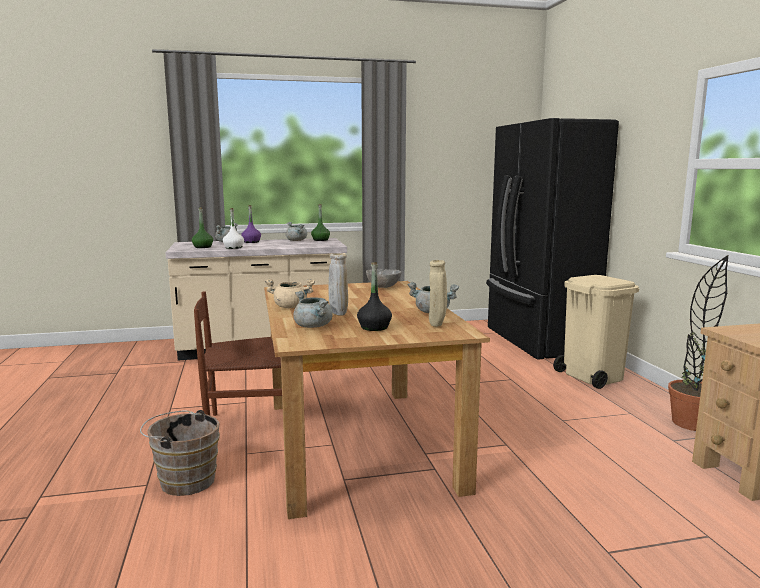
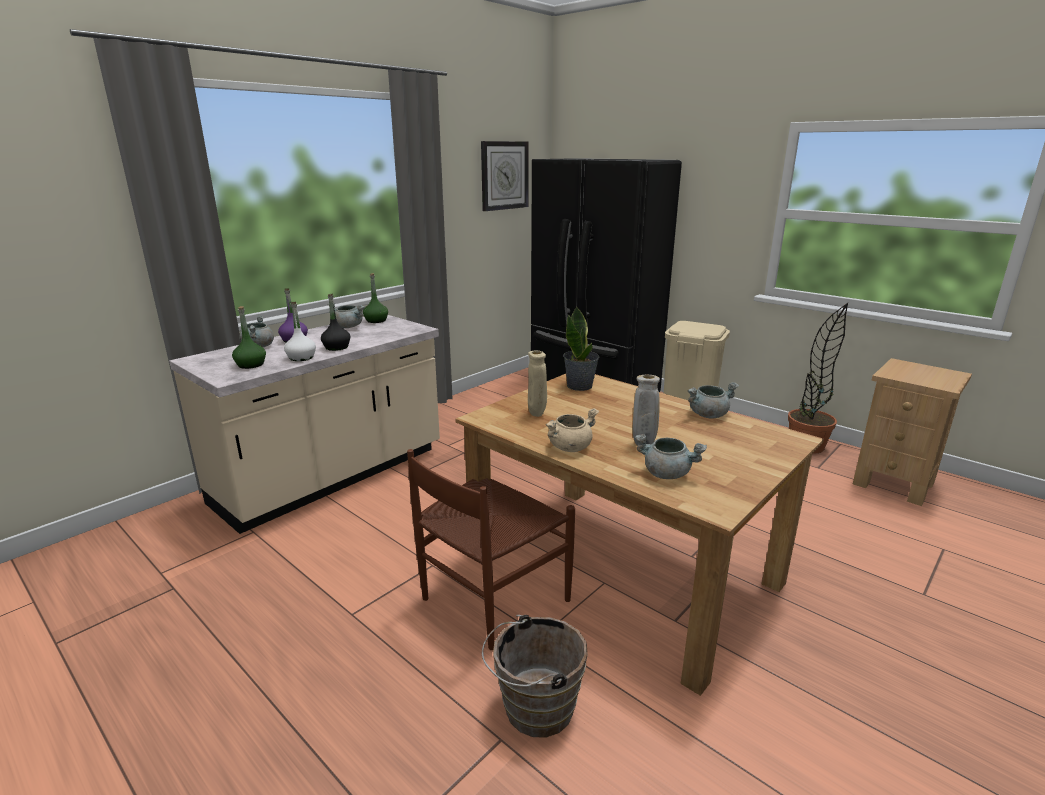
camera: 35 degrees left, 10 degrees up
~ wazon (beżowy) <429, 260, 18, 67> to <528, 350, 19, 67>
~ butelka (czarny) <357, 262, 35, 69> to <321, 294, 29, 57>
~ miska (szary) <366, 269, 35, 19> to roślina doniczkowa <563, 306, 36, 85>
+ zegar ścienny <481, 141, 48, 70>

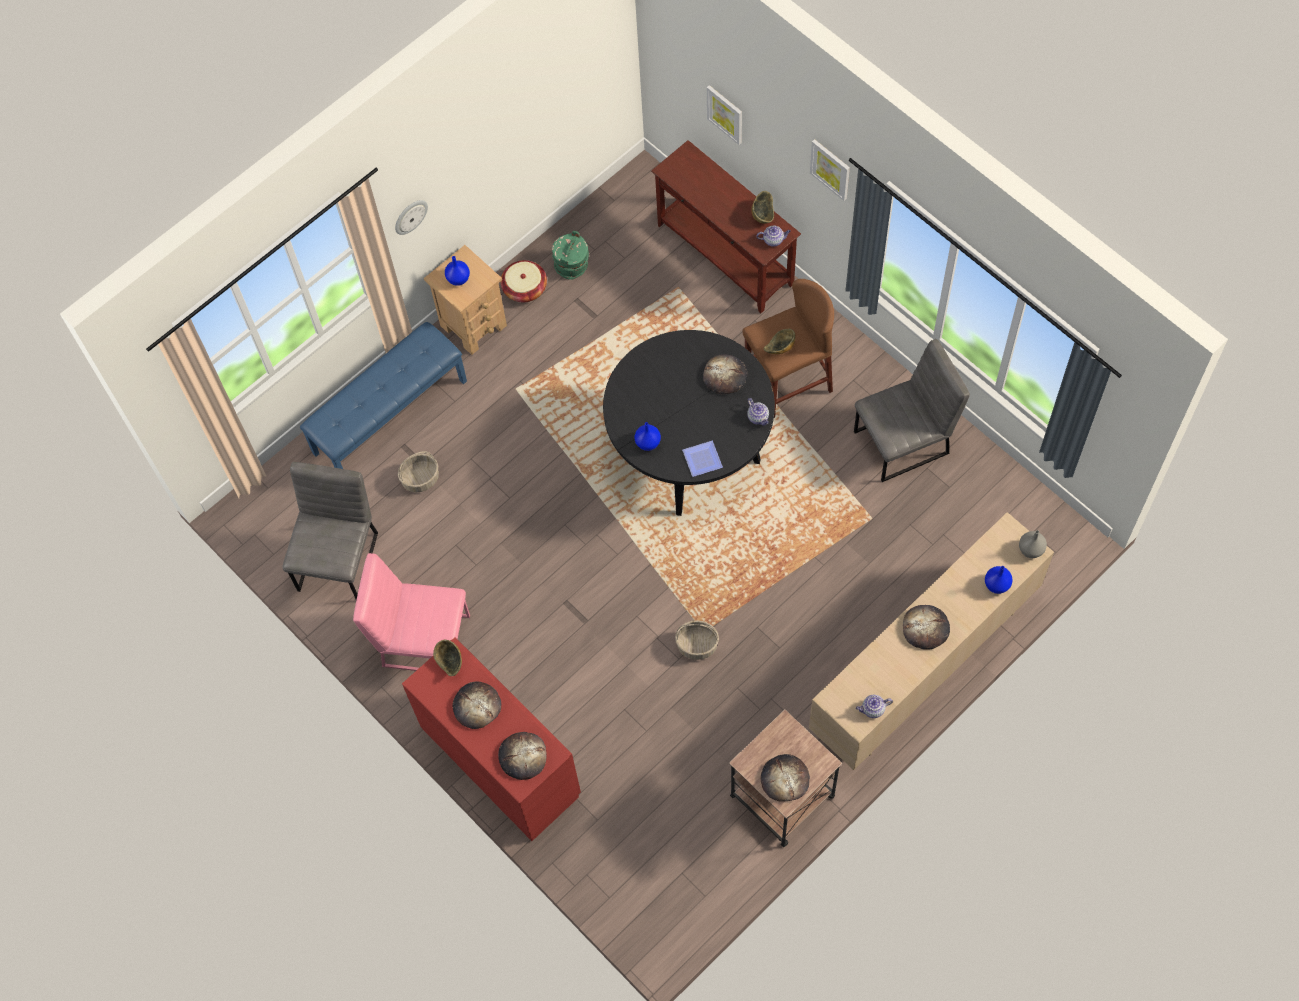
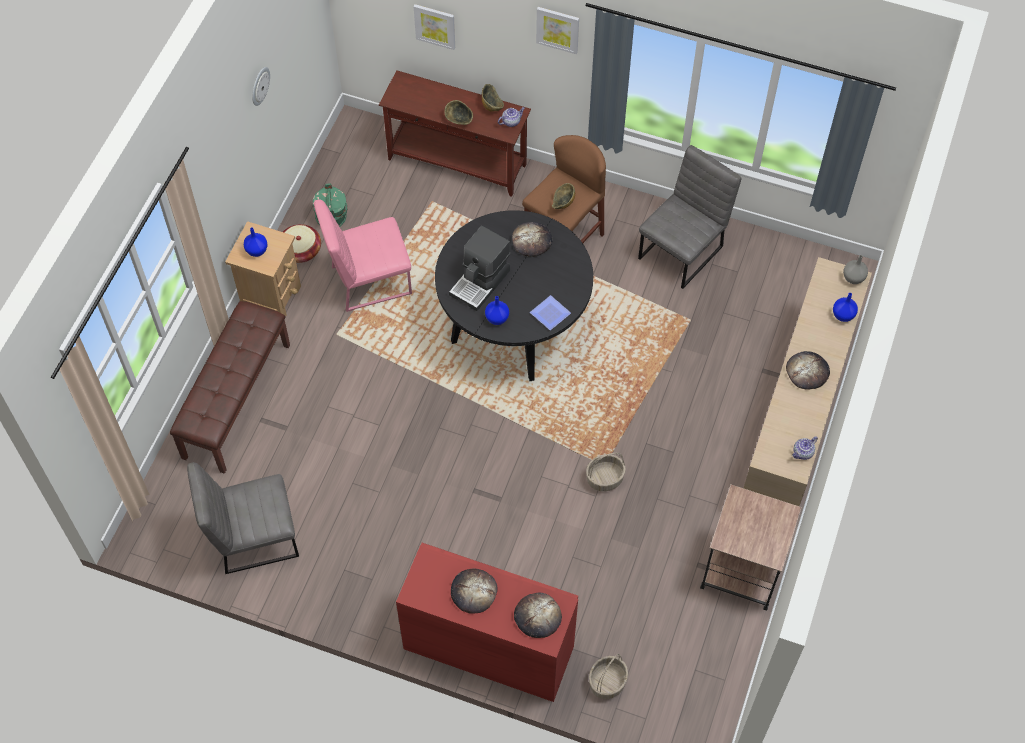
camera: 30 degrees left, 5 degrees down
~ zegar ścienny <395, 200, 33, 35> to <252, 67, 18, 39>
~ ławka (niebieski) <300, 322, 167, 147> to ławka (brązowy) <170, 301, 120, 173>
- imbryk <747, 398, 22, 28>
~ koszyk <398, 451, 41, 41> to <589, 654, 39, 45>
~ krzesło (szary) <282, 462, 96, 138> = <187, 462, 112, 112> 90 degrees counterclockwise
~ krzesło (różowy) <353, 553, 117, 118> to <314, 199, 98, 113>
~ miska <433, 640, 29, 36> to <445, 100, 28, 25>
- chleb <761, 754, 49, 47>
+ ekspres do kawy <449, 226, 61, 85>

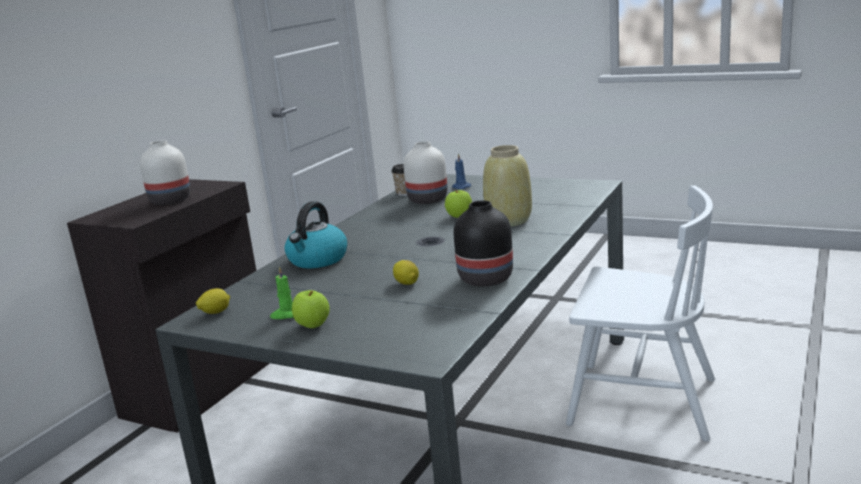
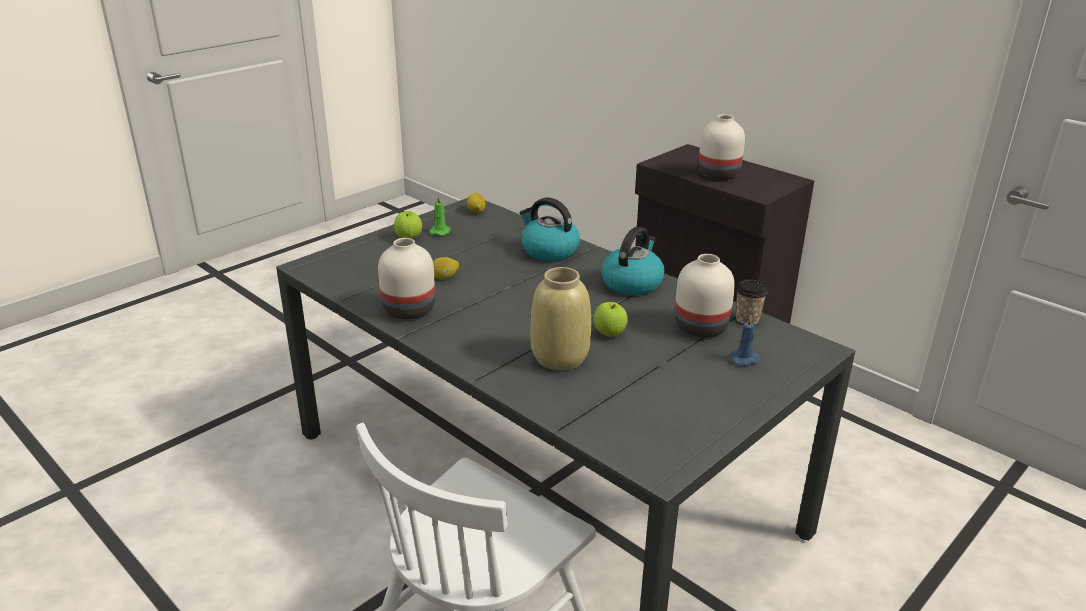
camera: 105 degrees right, 10 degrees up
~ wazon (czarny) <454, 200, 59, 87> to wazon (biały) <378, 238, 57, 82>
+ czajnik <601, 227, 64, 69>

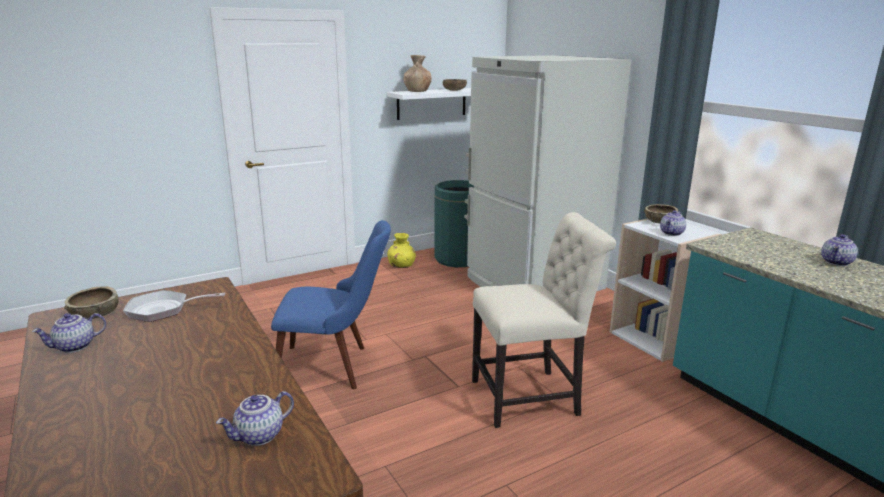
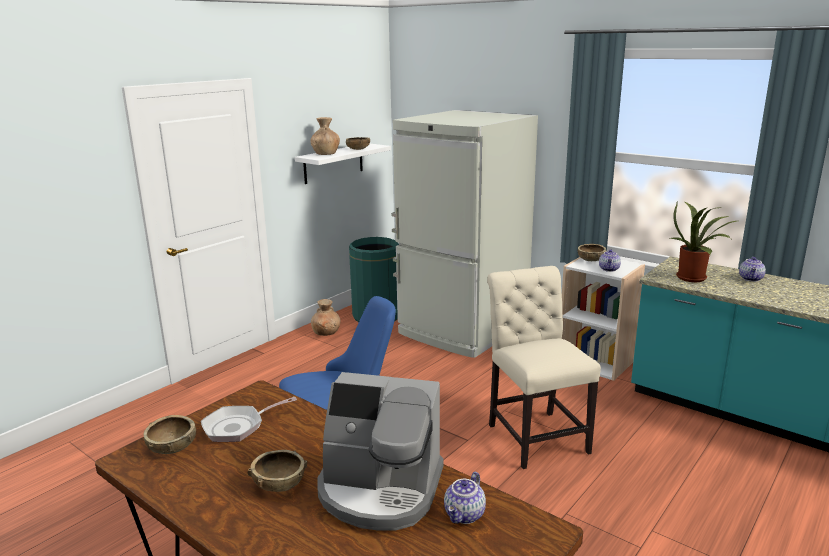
camera: 20 degrees left, 0 degrees up
~ krzesło (beżowy) <472, 212, 144, 216> = <487, 266, 114, 203> 75 degrees counterclockwise
~ wazon (żółty) <387, 233, 29, 35> to wazon (brązowy) <311, 299, 30, 37>
- imbryk <32, 313, 74, 40>
+ roślina doniczkowa <670, 201, 66, 81>
+ ekspres do kawy <317, 372, 127, 159>
+ miska (brązowy) <248, 450, 59, 42>

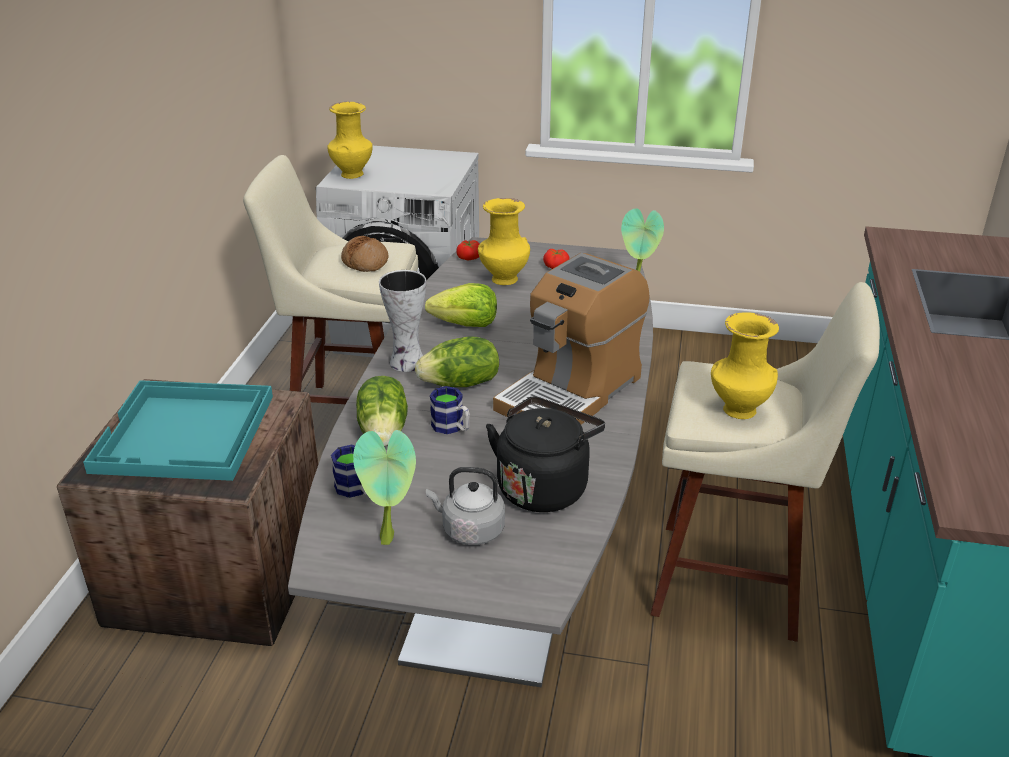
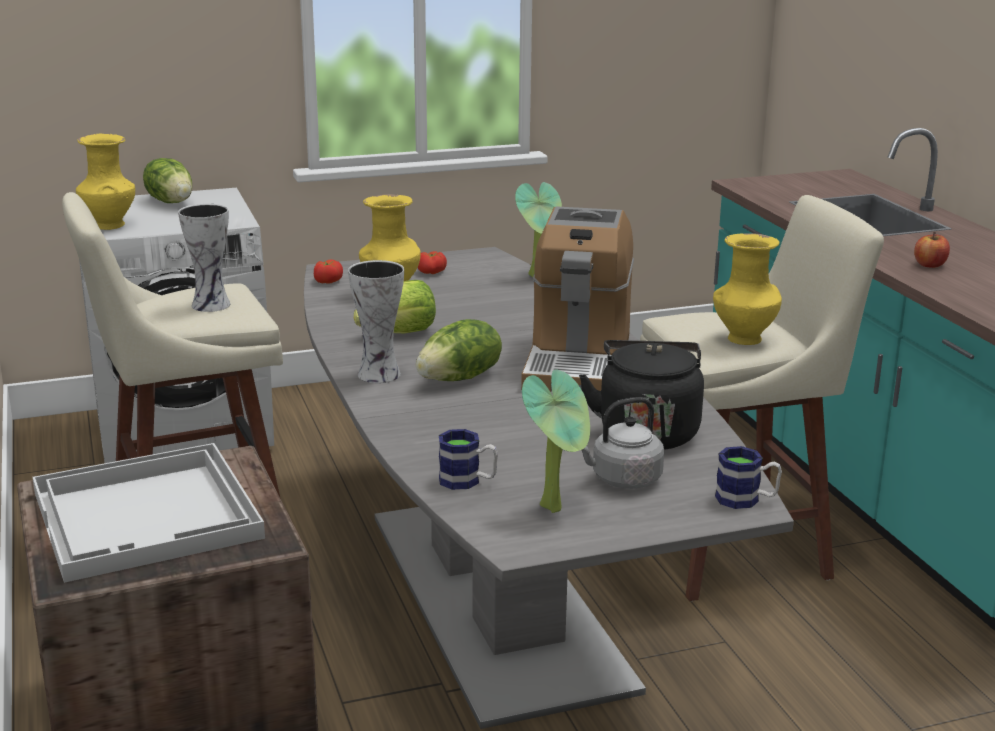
camera: 30 degrees left, 10 degrees down
~ chleb <341, 236, 48, 36> to wazon <178, 204, 52, 108>
~ sałata <356, 376, 52, 70> to <143, 158, 49, 45>
~ taca (turkusowy) <83, 380, 190, 101> to taca (biały) <32, 443, 233, 140>
~ kubek <430, 386, 40, 48> to <715, 446, 67, 63>
+ jabłko <914, 232, 36, 36>

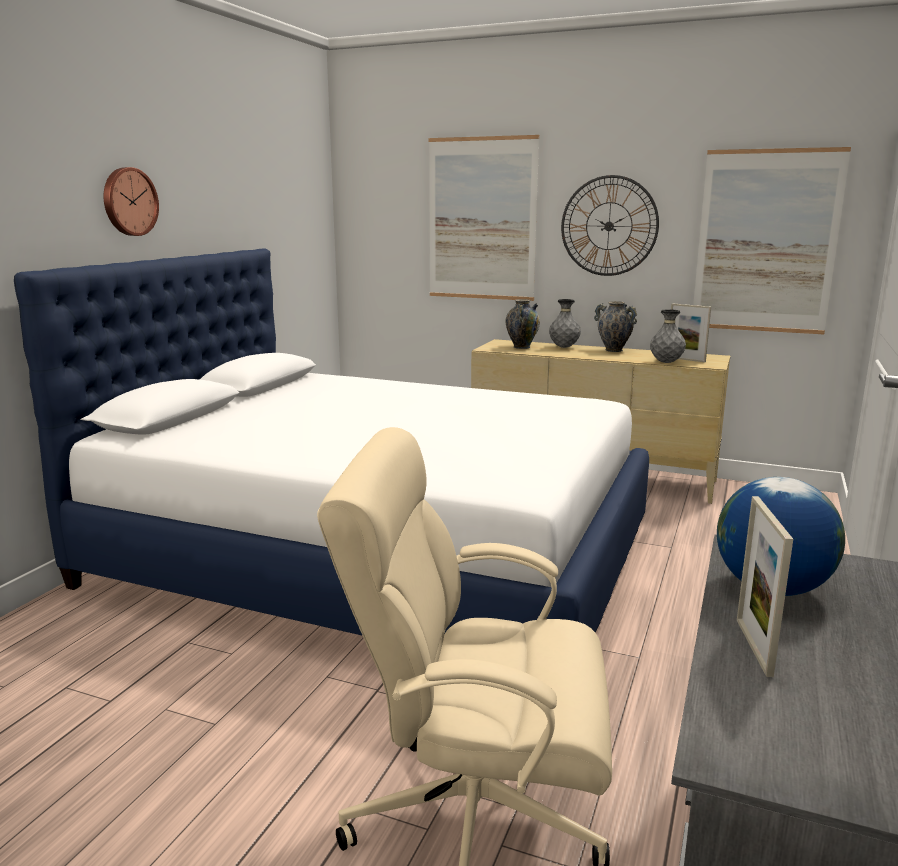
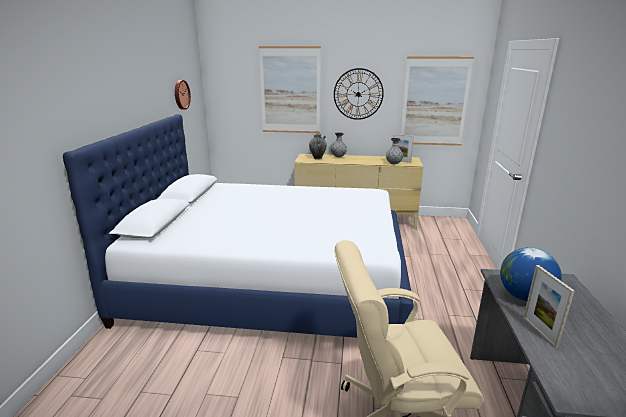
camera: 15 degrees left, 5 degrees up
~ zegar ścienny <104, 167, 55, 69> to <175, 80, 16, 30>
- wazon <594, 301, 43, 51>

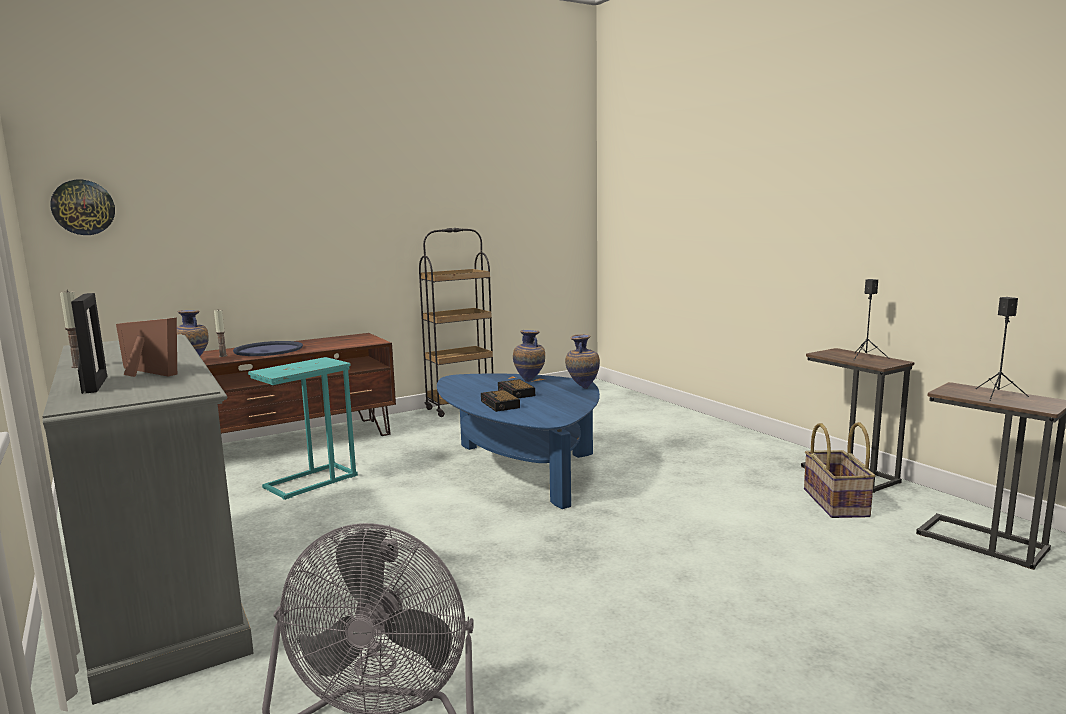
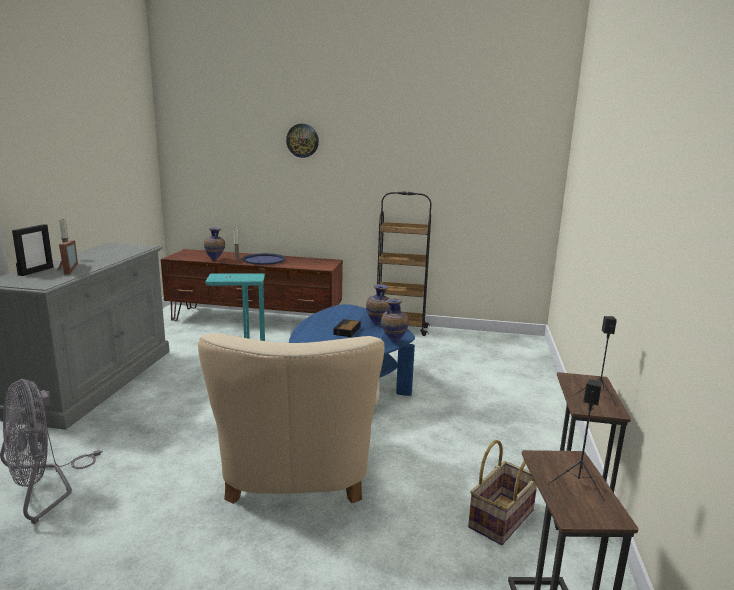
camera: 40 degrees right, 5 degrees up
~ zegar ścienny <50, 180, 65, 55> to <286, 124, 33, 34>
- budzik <481, 390, 39, 22>
+ fotel (beżowy) <198, 333, 187, 171>

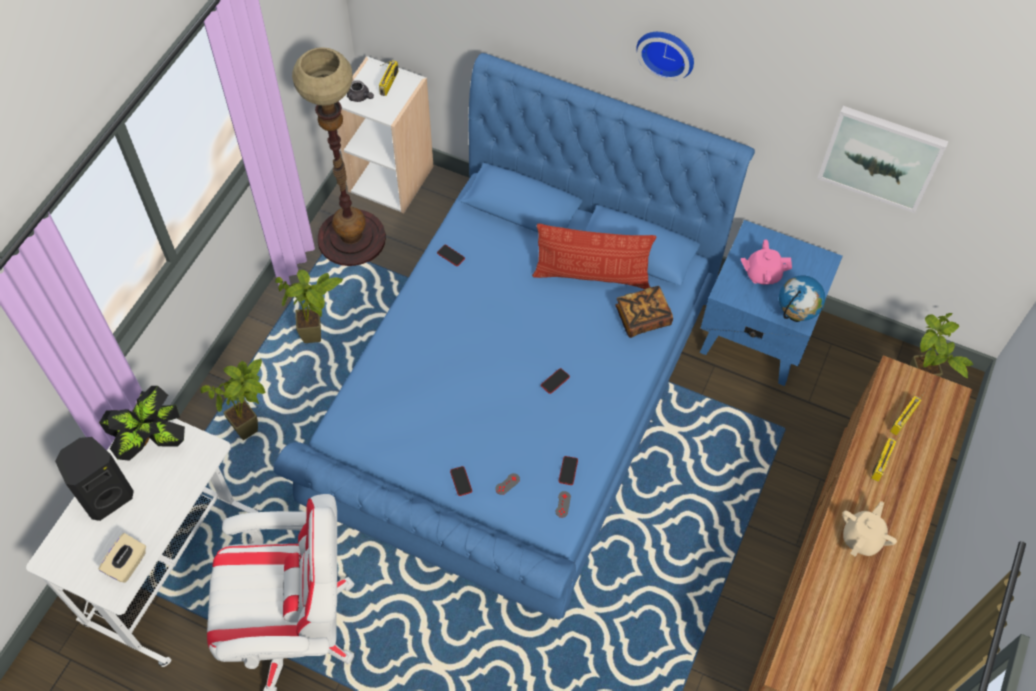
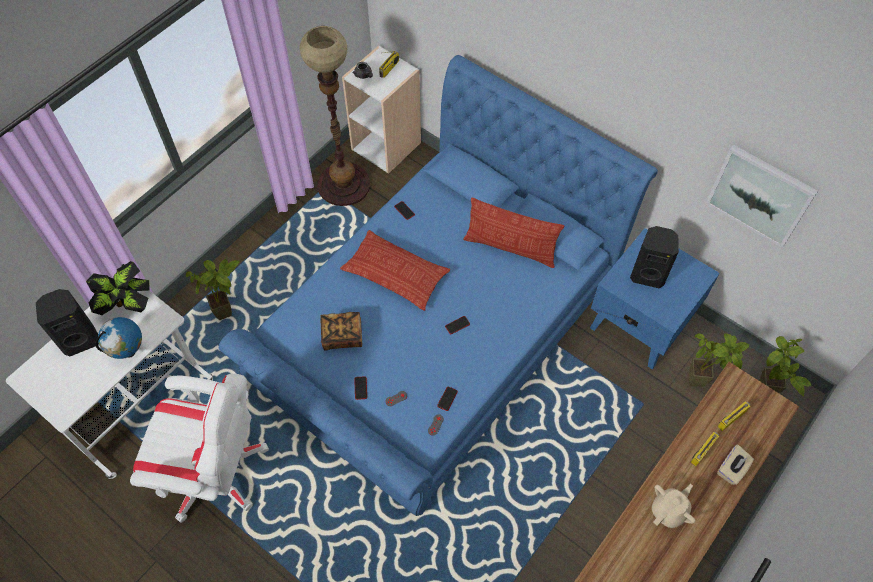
camera: 15 degrees right, 0 degrees up
- zegar ścienny <636, 32, 58, 49>
~ imbryk (różowy) <741, 239, 51, 46> to głośnik (czarny) <630, 226, 49, 62>
~ roślina doniczkowa <275, 270, 68, 73> to <689, 333, 60, 54>
~ globus <779, 276, 46, 46> to <95, 317, 47, 42>
~ książka <615, 286, 58, 52> to <320, 312, 42, 39>
~ pudełko chusteczek (beżowy) <99, 533, 47, 50> to <717, 445, 37, 40>
+ poduszka <340, 230, 110, 81>

